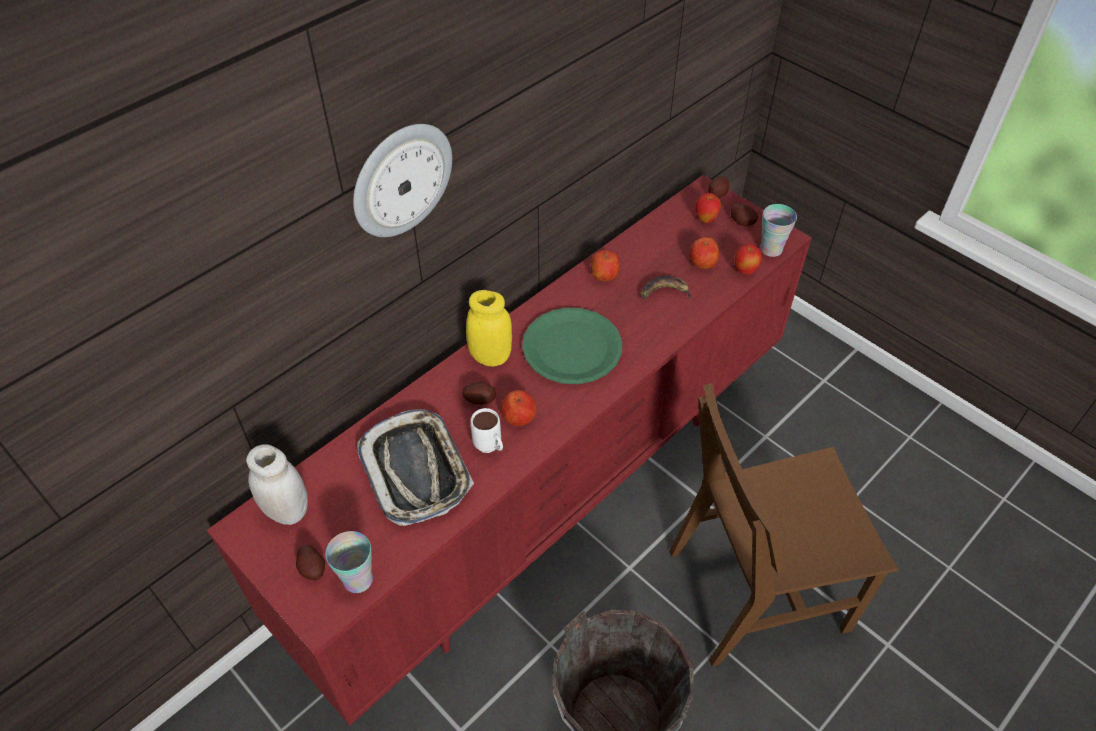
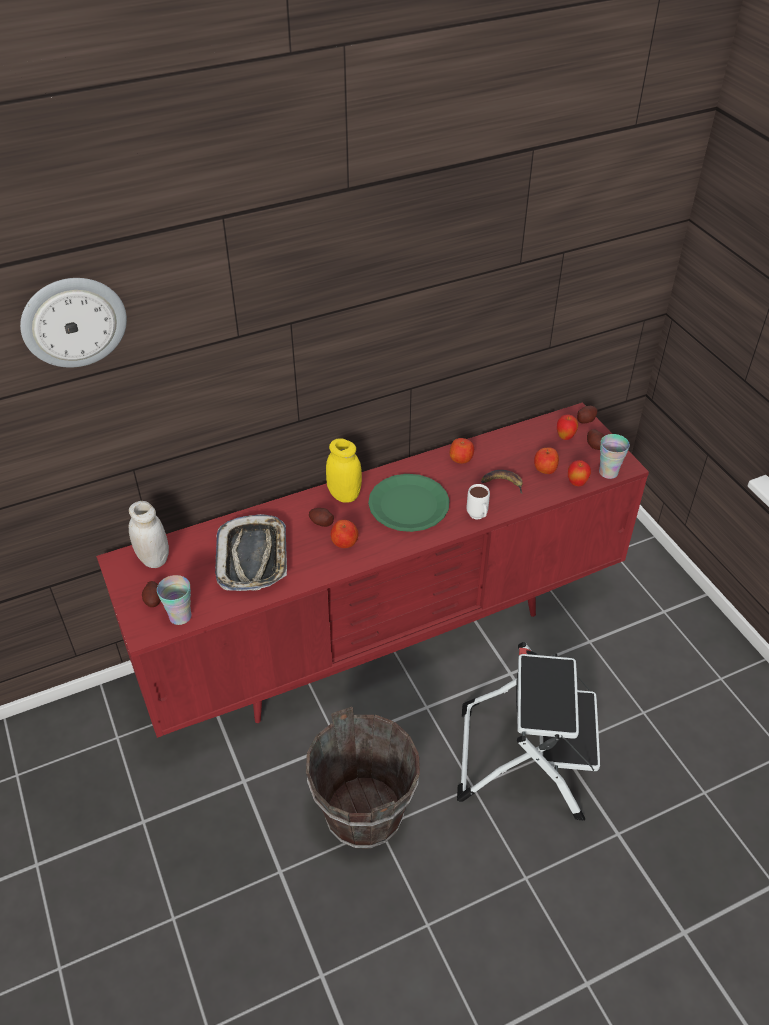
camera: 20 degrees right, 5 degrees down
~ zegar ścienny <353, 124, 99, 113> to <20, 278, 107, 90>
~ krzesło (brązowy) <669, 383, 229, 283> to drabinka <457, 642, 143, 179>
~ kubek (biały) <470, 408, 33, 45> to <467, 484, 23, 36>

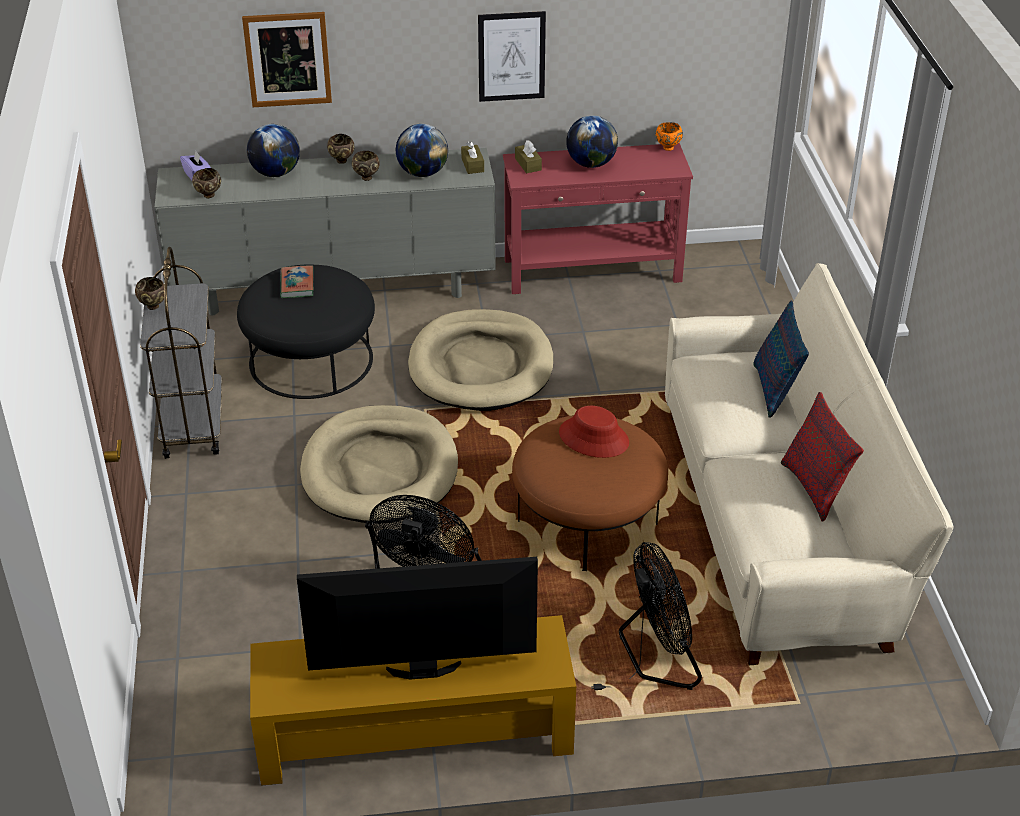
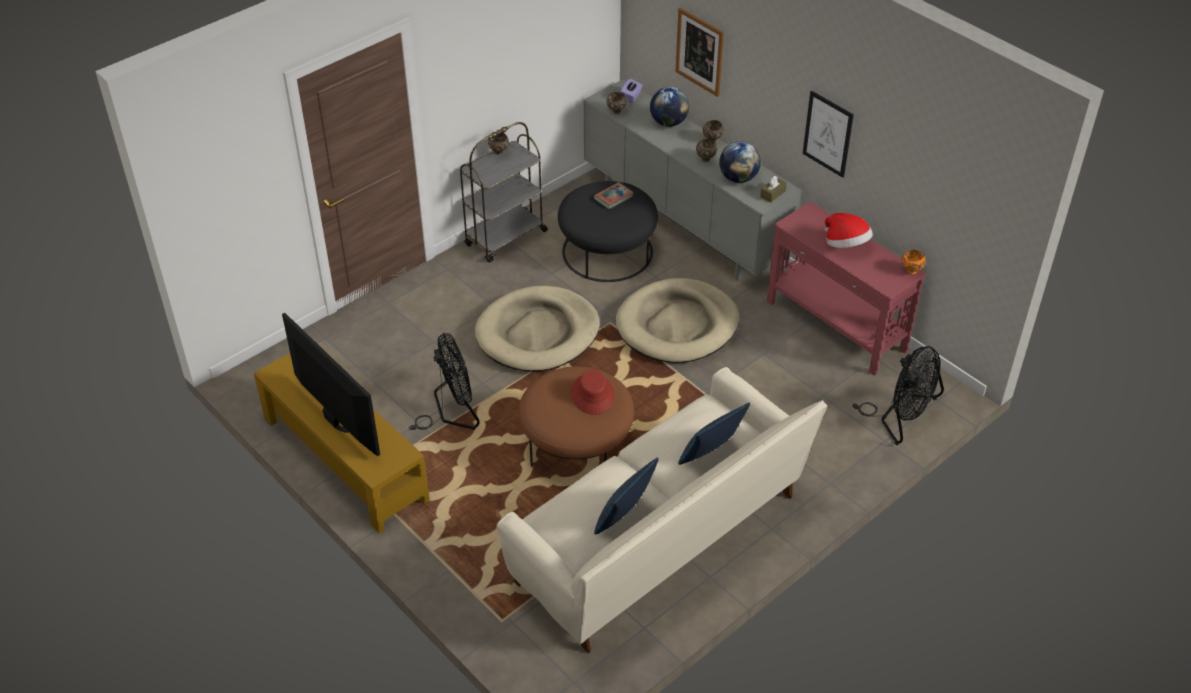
camera: 55 degrees right, 5 degrees up
~ globus <566, 115, 52, 53> to kapelusz <825, 213, 48, 35>
- pudełko chusteczek (brązowy) <515, 140, 27, 33>
~ poduszka (czerwony) <781, 392, 83, 130> to poduszka (niebieski) <594, 457, 65, 77>
~ wentylator (czarny) <591, 542, 111, 148> to <852, 346, 92, 100>

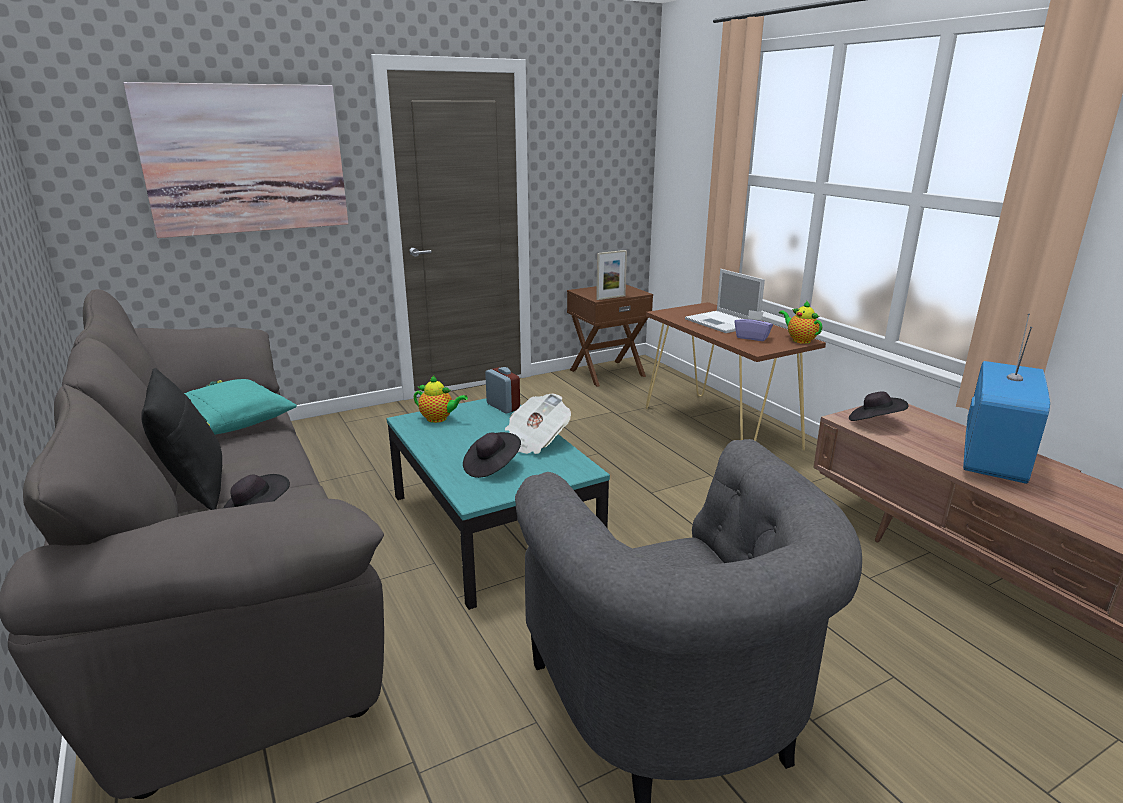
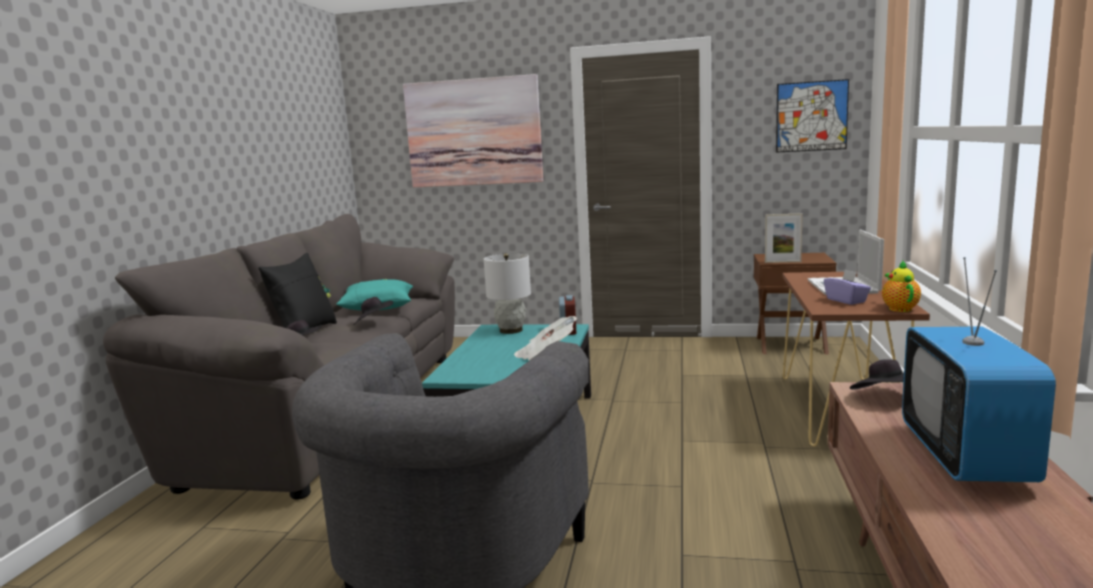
camera: 40 degrees right, 10 degrees down
~ telewizor <963, 314, 87, 170> = <902, 257, 154, 225> 120 degrees clockwise
~ imbryk <414, 376, 54, 47> to lampa stołowa (biały) <484, 253, 47, 81>
~ kapelusz (czarny) <463, 432, 58, 46> to <354, 297, 39, 27>
+ obraz <776, 79, 73, 74>

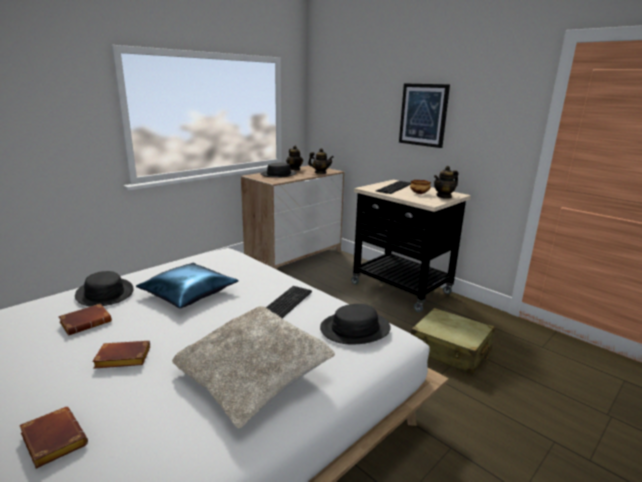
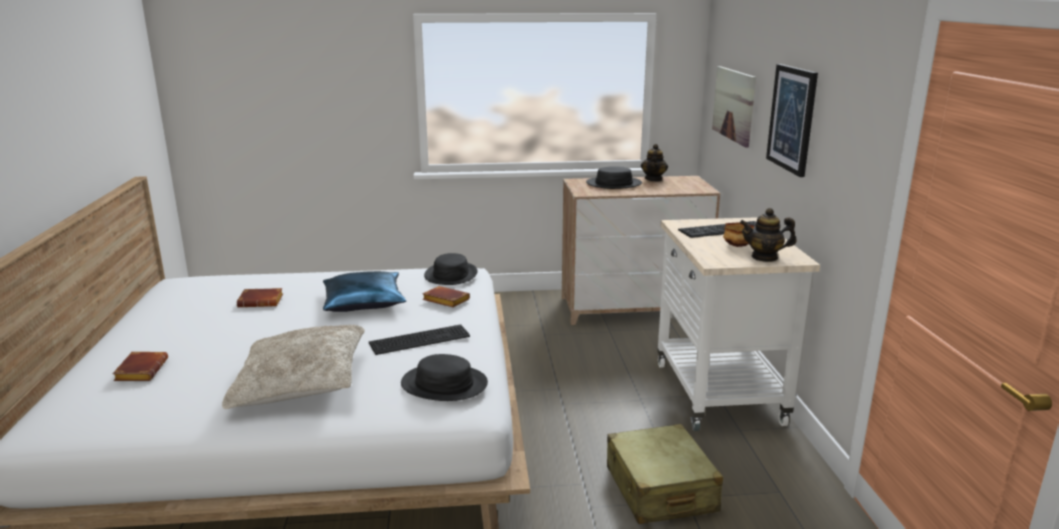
camera: 40 degrees right, 0 degrees up
- imbryk <308, 148, 26, 26>
~ wózek (czarny) <351, 180, 120, 132> to wózek (biały) <657, 217, 163, 214>
~ kapelusz (czarny) <75, 271, 58, 35> to <424, 253, 54, 32>
~ książka (brązowy) <92, 341, 58, 28> to <422, 286, 48, 21>
+ obraz <712, 66, 44, 82>

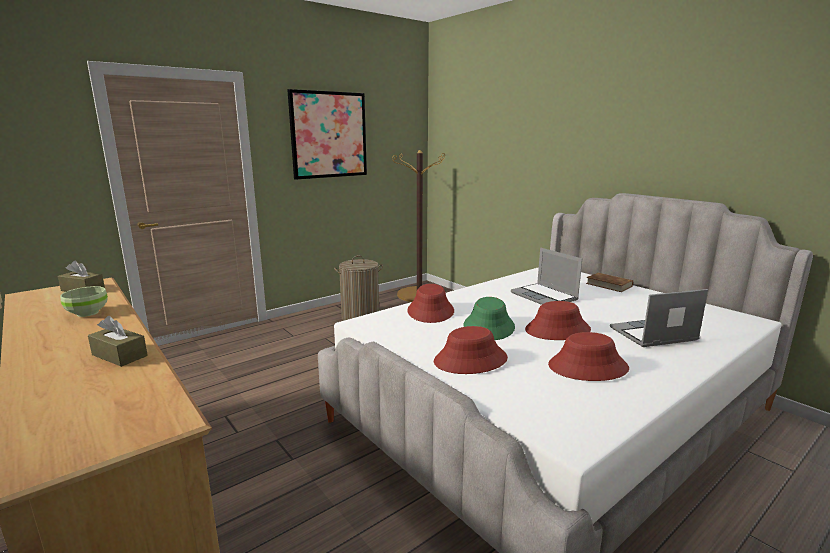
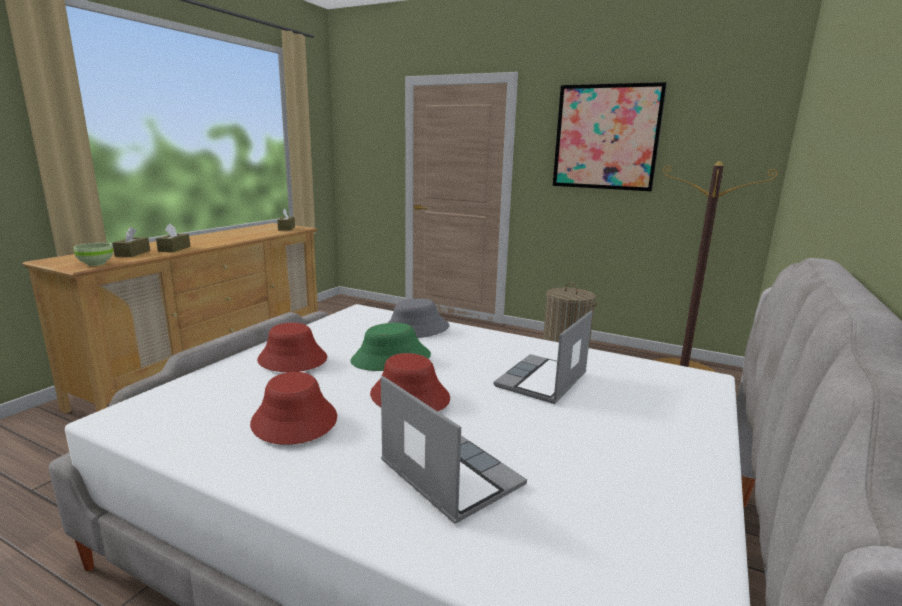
camera: 65 degrees right, 0 degrees up
- książka (brązowy) <586, 273, 47, 19>
~ kapelusz (czerwony) <407, 284, 47, 39> to kapelusz (szary) <388, 298, 61, 40>
~ miska (zielony) <60, 286, 48, 31> to <74, 243, 39, 23>
+ pudełko chusteczek (brązowy) <112, 227, 38, 30>

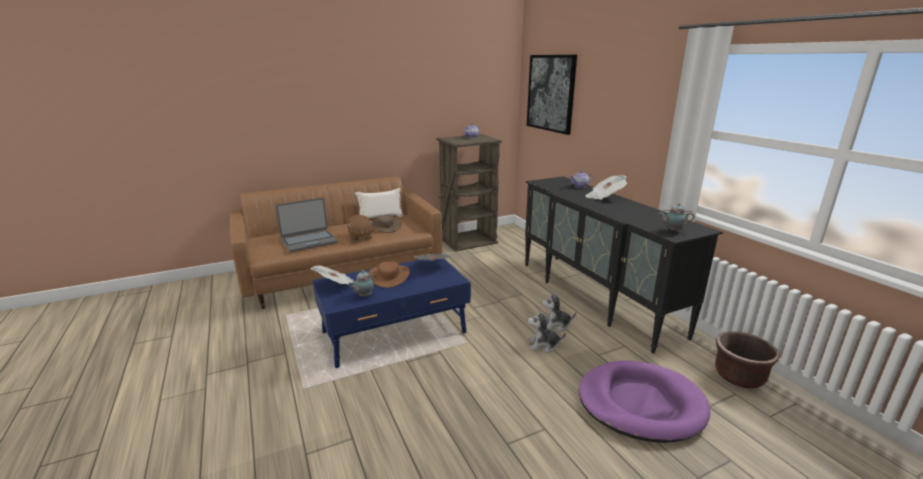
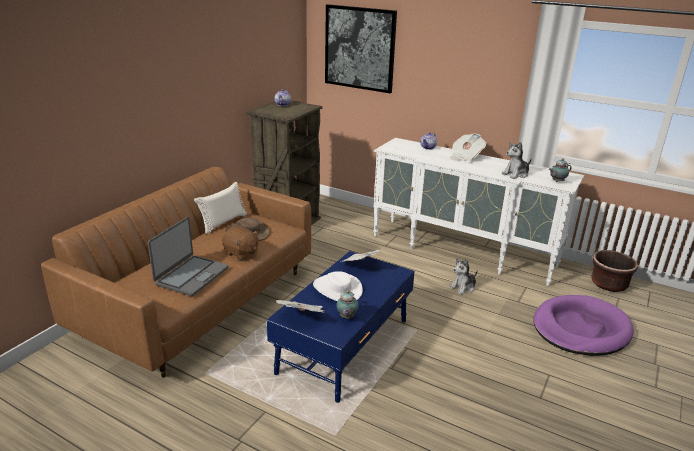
camera: 35 degrees left, 5 degrees up
~ szafka (czarny) <525, 176, 198, 177> to szafka (biały) <373, 138, 211, 148>
~ kapelusz (brązowy) <368, 261, 42, 27> to kapelusz (biały) <313, 271, 50, 30>
~ pluszak <528, 309, 38, 44> to <502, 142, 29, 37>

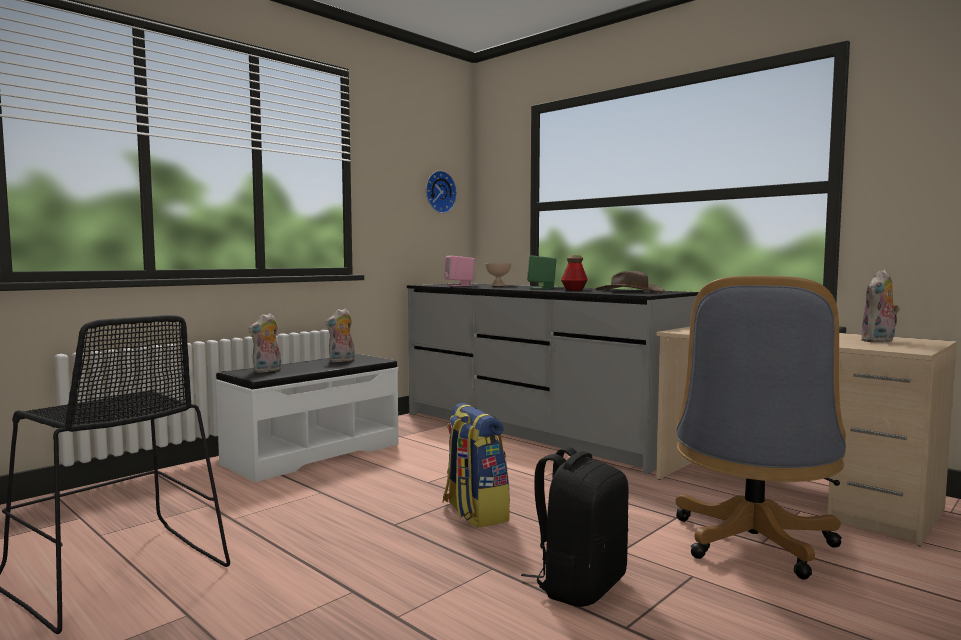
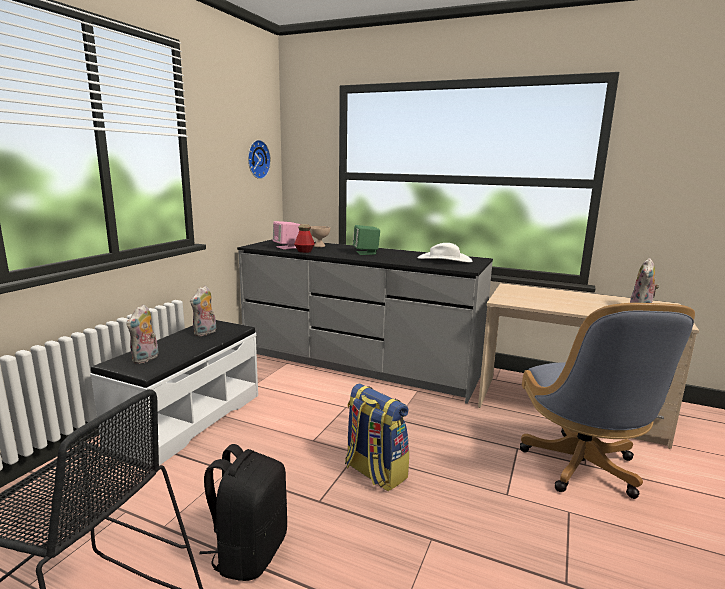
camera: 20 degrees left, 10 degrees up
~ butelka <561, 255, 27, 36> to <294, 224, 21, 29>
~ kapelusz (brązowy) <596, 271, 68, 22> to kapelusz (biały) <418, 243, 54, 19>
~ plecak (czarny) <521, 447, 108, 160> to <199, 444, 88, 137>

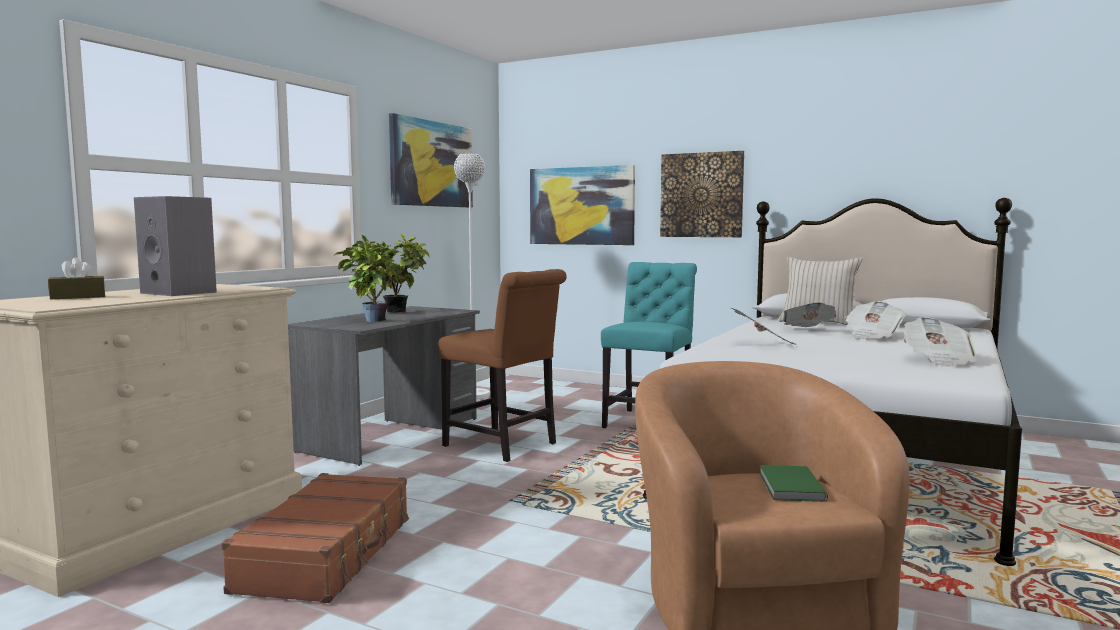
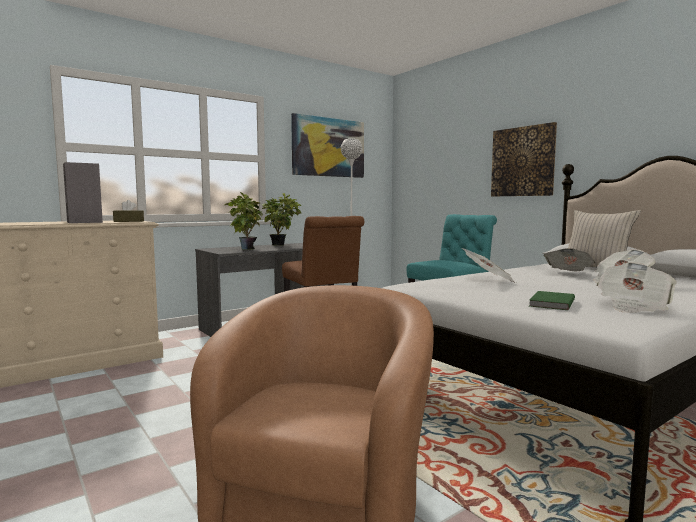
camera: 25 degrees right, 0 degrees up
- obraz <530, 165, 105, 80>
~ pudełko chusteczek (brązowy) <48, 258, 57, 42> to <113, 200, 31, 22>
~ książka (zielony) <759, 465, 69, 37> to <529, 291, 46, 19>
- walizka (brązowy) <221, 473, 188, 130>

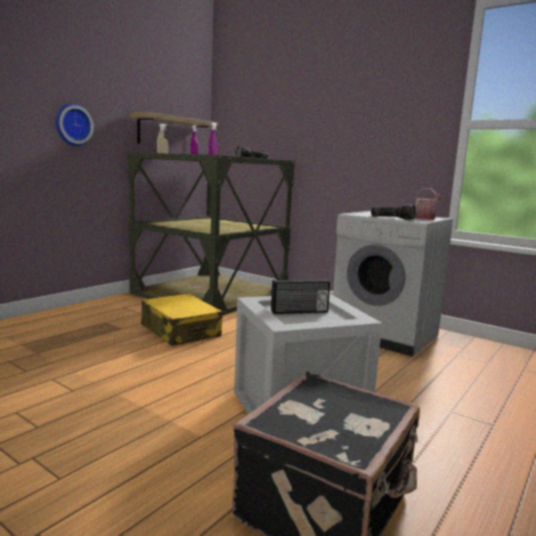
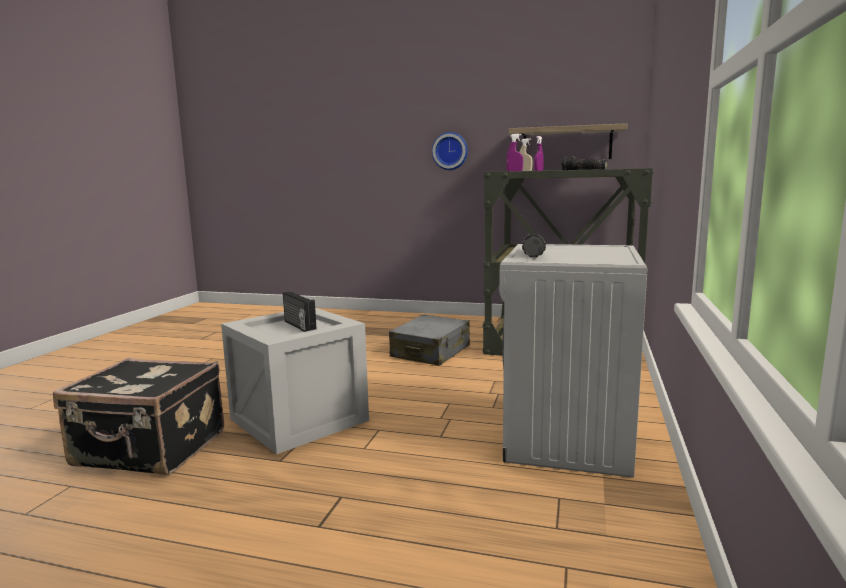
camera: 70 degrees right, 0 degrees up
- konewka <414, 188, 28, 32>
~ walizka (żółty) <141, 293, 82, 53> to walizka (szary) <389, 314, 81, 52>

